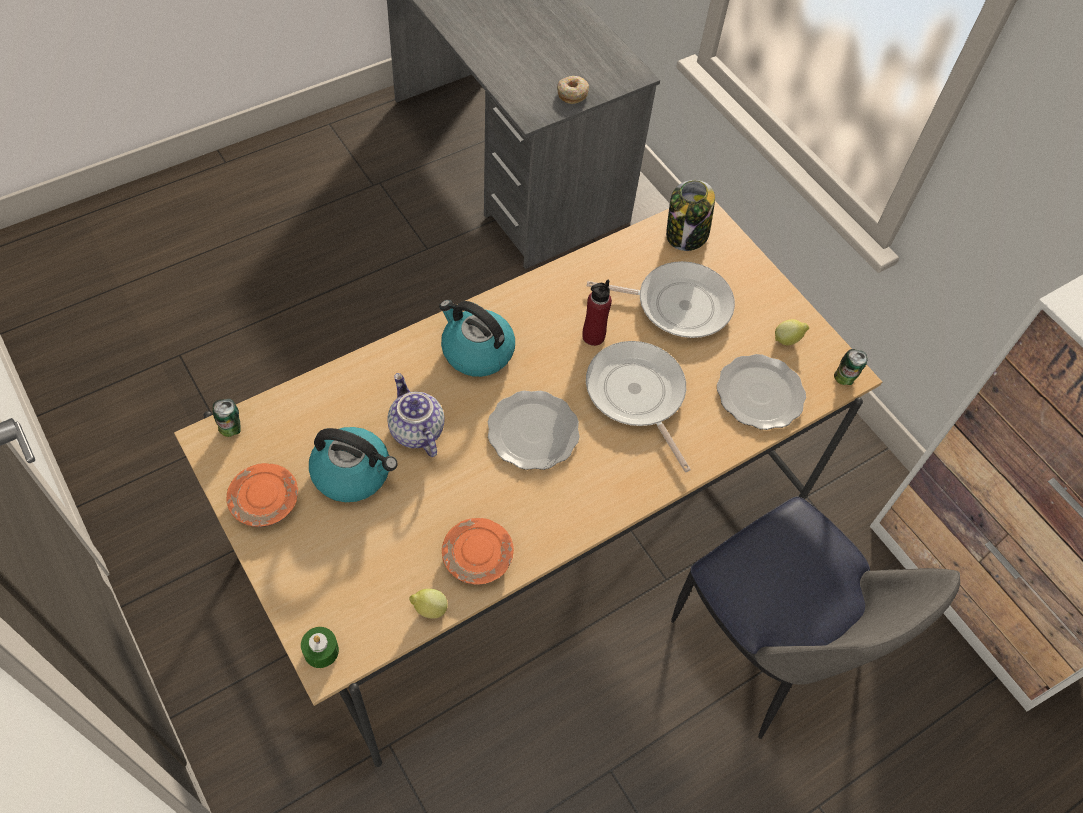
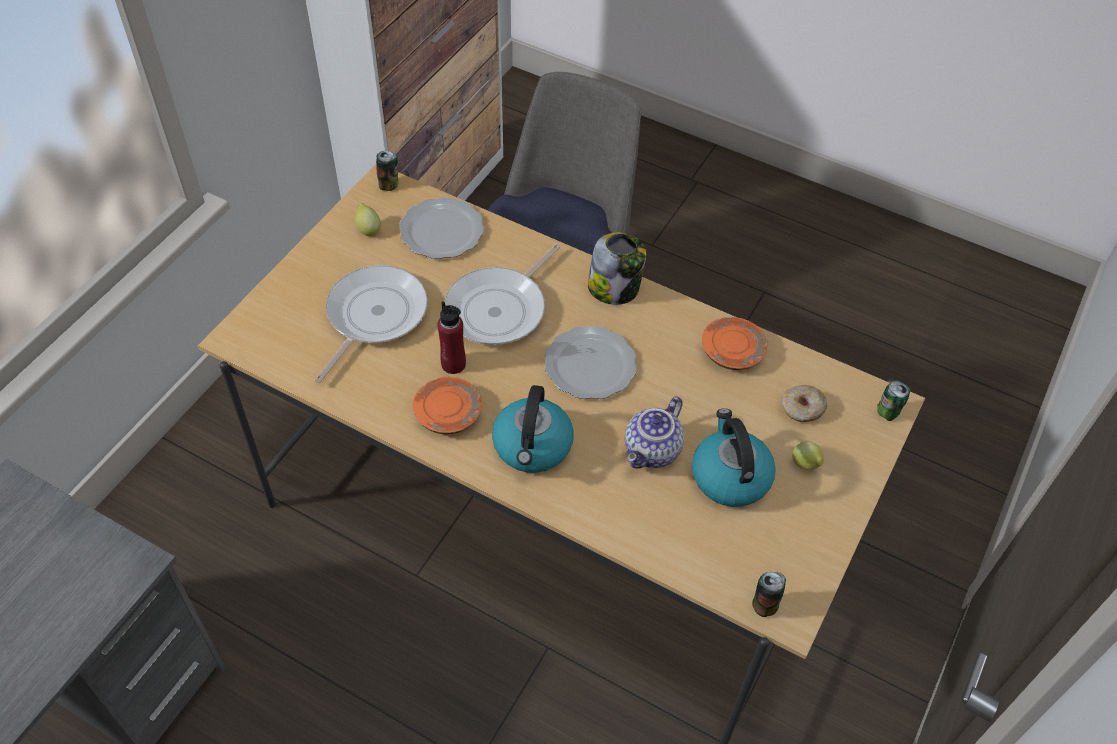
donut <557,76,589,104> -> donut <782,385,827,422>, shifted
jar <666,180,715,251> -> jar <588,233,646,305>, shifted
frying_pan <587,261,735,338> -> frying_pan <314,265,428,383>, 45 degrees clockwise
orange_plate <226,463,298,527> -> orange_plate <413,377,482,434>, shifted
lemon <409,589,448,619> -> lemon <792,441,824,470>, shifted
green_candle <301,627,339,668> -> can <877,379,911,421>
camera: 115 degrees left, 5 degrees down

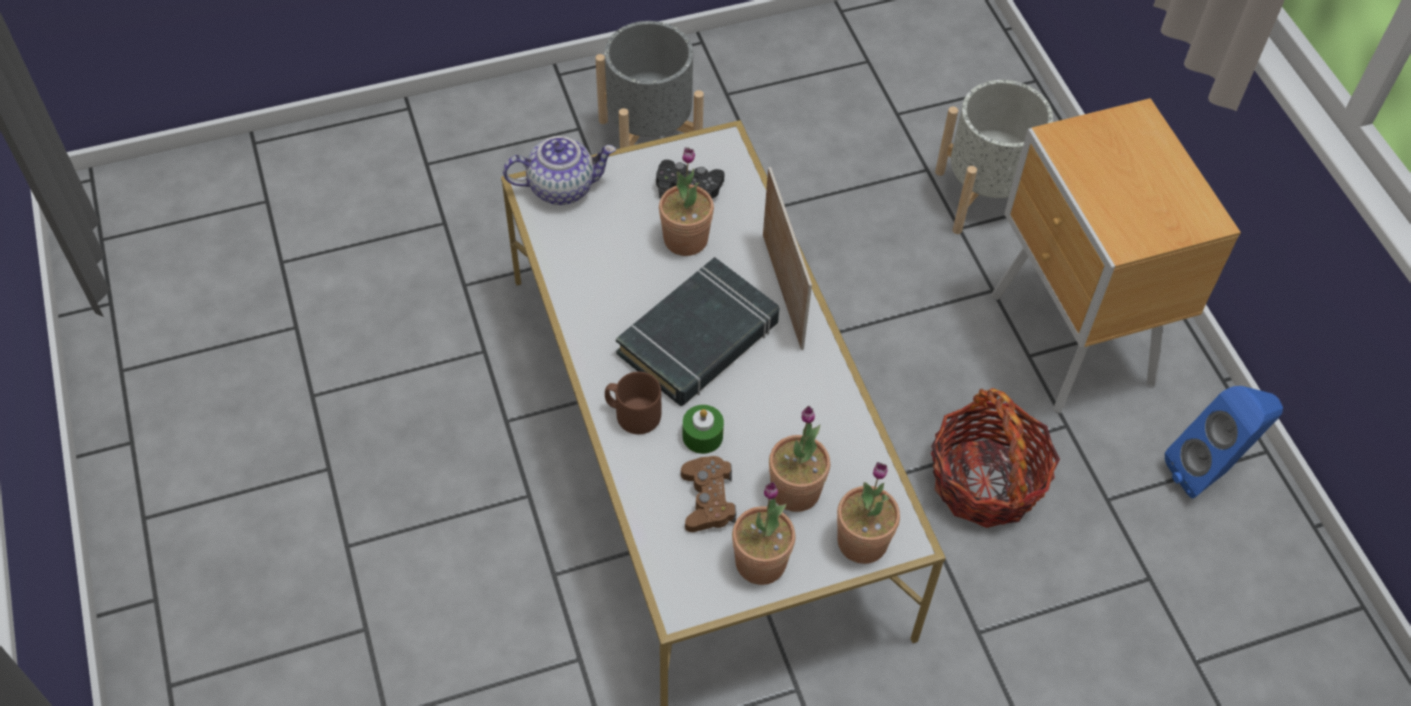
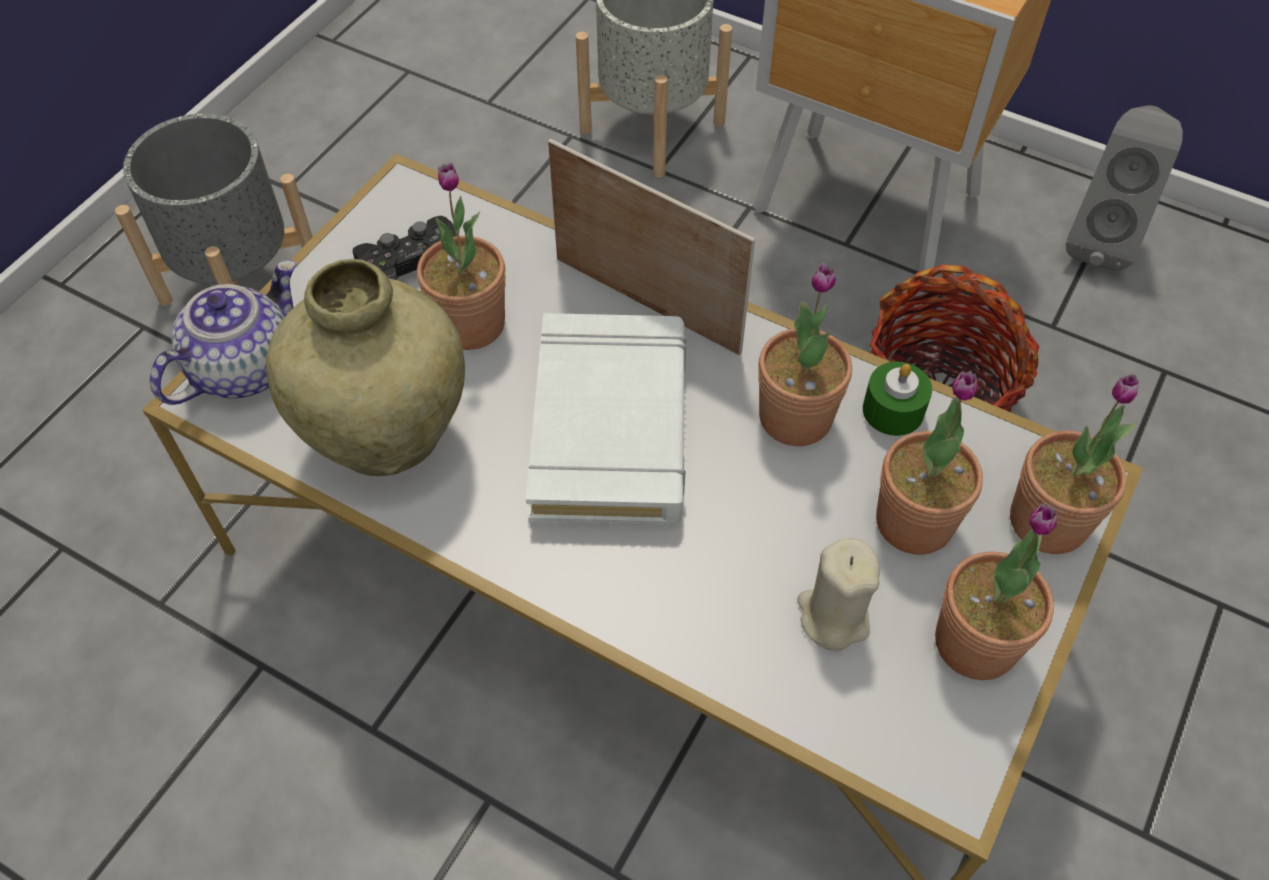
black_book <616,257,779,406> -> white_book <526,313,687,527>
brown_mug <605,372,661,434> -> none
blue_speaker <1165,386,1283,498> -> grey_speaker <1066,105,1183,271>
green_candle <682,405,724,454> -> green_candle <863,361,932,436>, shifted
brown_game_controller <681,456,736,532> -> beige_candle <797,538,880,651>
none -> beige_vase <266,259,465,476>
none -> potted_plant <758,262,852,446>
camera: 40 degrees left, 0 degrees up

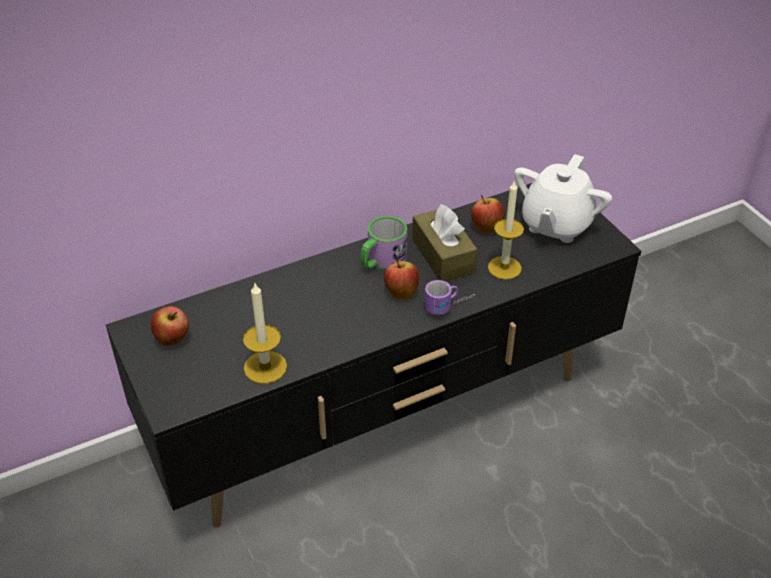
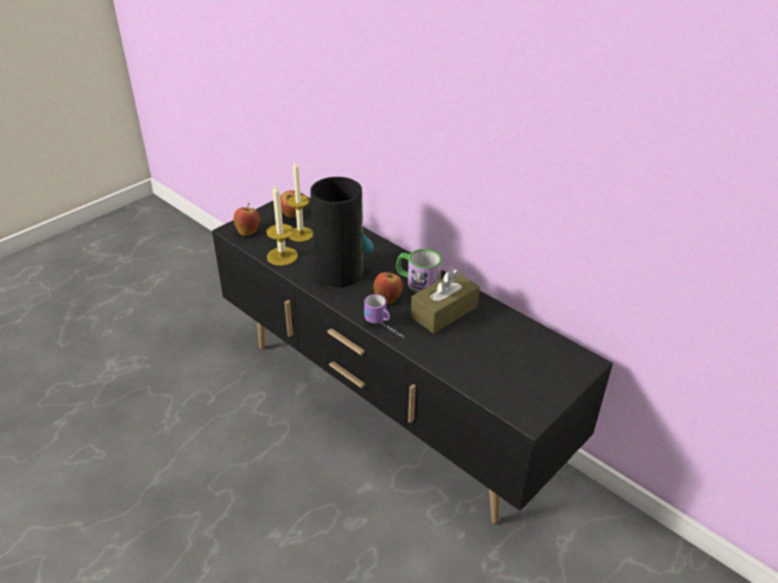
white_teapot <514,154,612,243> -> none
candle <488,180,524,280> -> candle <287,161,313,242>, shifted
apple <471,195,505,234> -> apple <233,203,260,236>, shifted
none -> vase <310,177,374,287>
camera: 70 degrees right, 5 degrees down

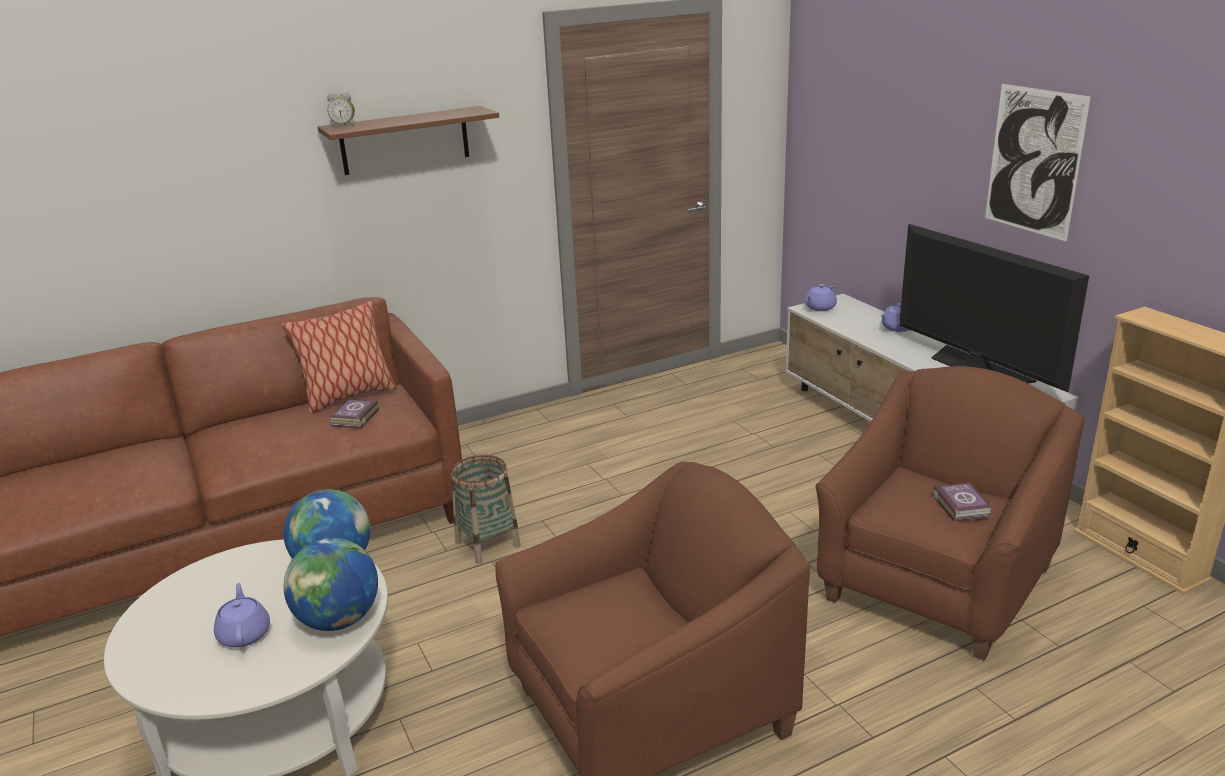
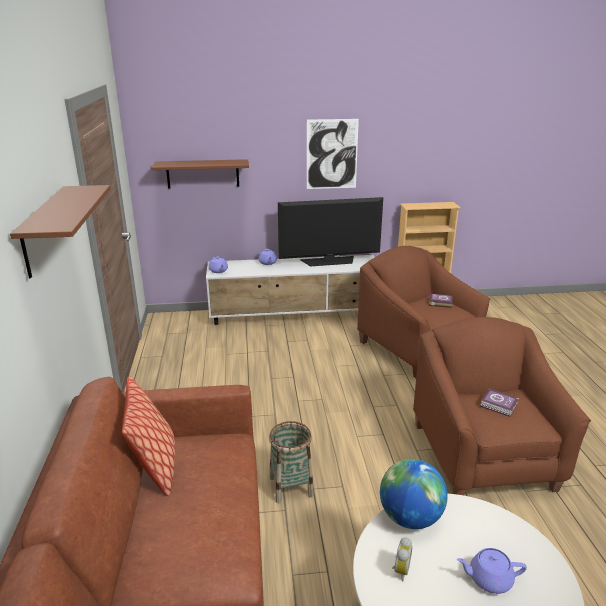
alarm_clock <327,93,355,127> -> alarm_clock <392,537,412,581>, shifted
book <329,400,379,428> -> book <480,388,519,417>, shifted
globe <284,538,378,631> -> none
none -> brown_shelf <151,159,249,189>
camera: 70 degrees left, 0 degrees up

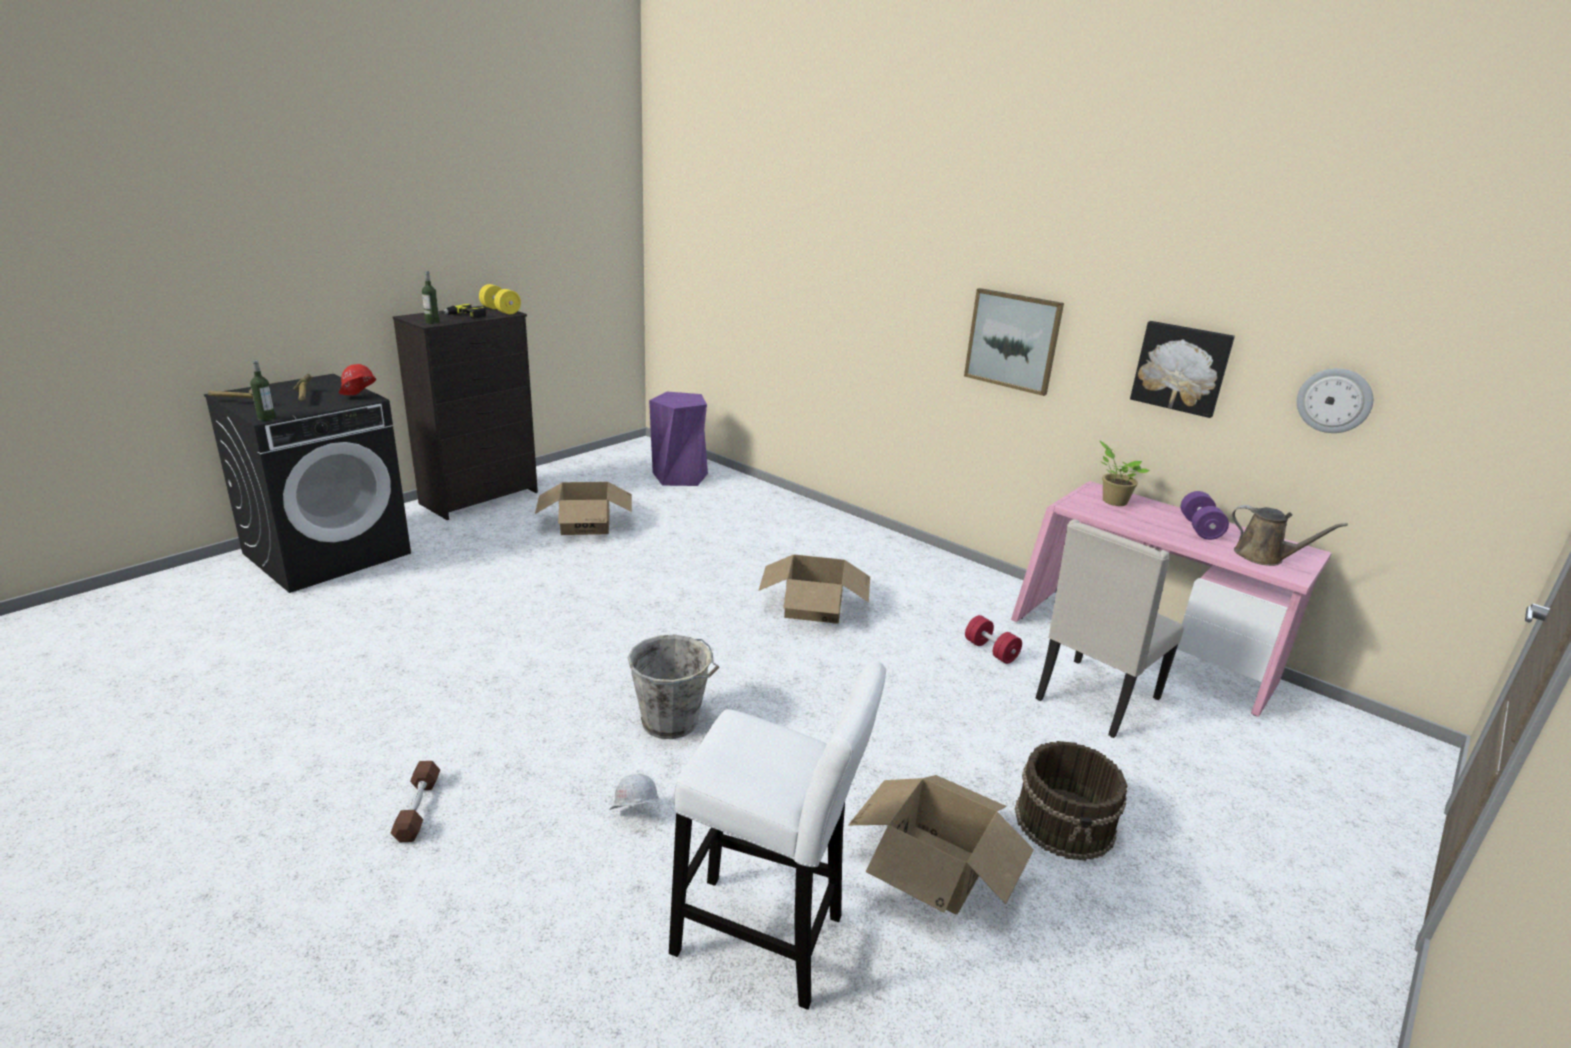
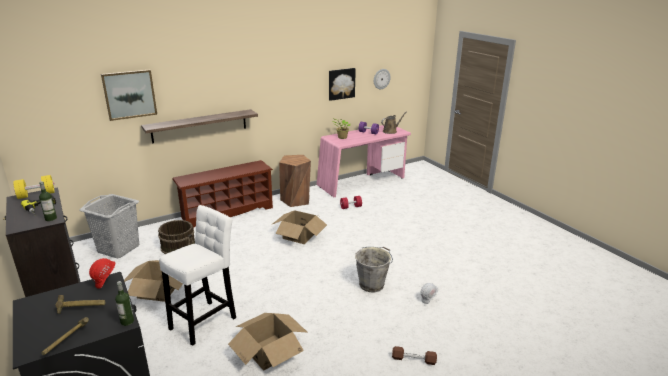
picture <964,288,1064,396> -> picture <101,70,157,121>, shifted
purple_stool <649,392,708,486> -> grey_laundry_basket <80,194,139,258>
beige_chair <1035,519,1184,738> -> none
white_stool <669,661,886,1010> -> white_stool <159,205,236,346>, shifted
brown_bucket <1015,741,1128,861> -> brown_bucket <158,220,195,254>, shifted
cardboard_box <848,775,1034,915> -> cardboard_box <228,313,308,370>, shifted
none -> shelf <141,109,258,144>
none -> brown_stool <279,155,311,207>
none -> brown_shoe_rack <172,160,273,228>
camera: 70 degrees left, 0 degrees up

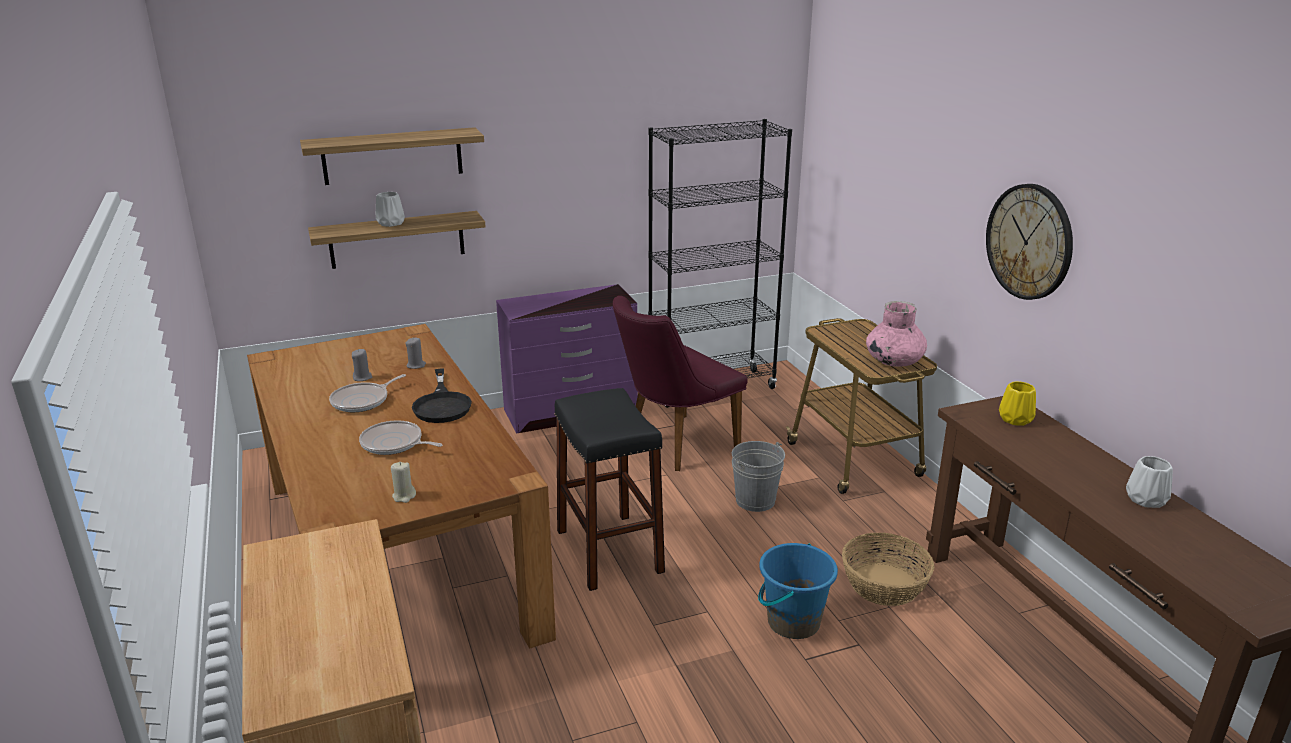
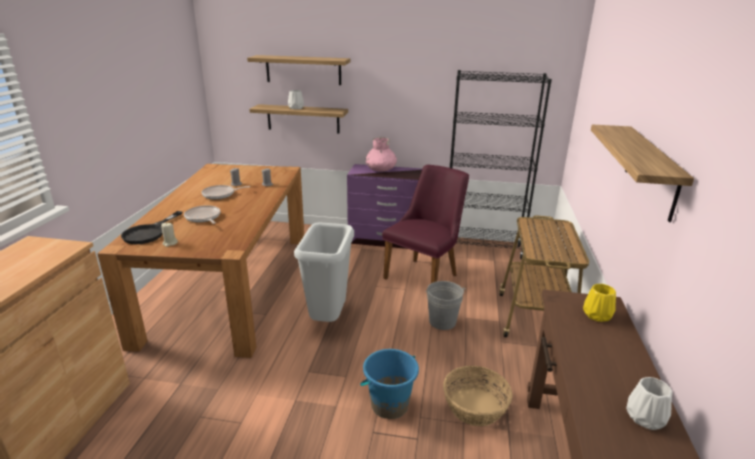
wall_clock <986,184,1073,300> -> shelf <591,125,694,222>
purple_chair <613,296,748,471> -> purple_chair <382,165,469,283>, 135 degrees clockwise
pink_vase <866,301,927,367> -> pink_vase <365,137,397,172>, shifted
black_frying_pan <412,368,472,423> -> black_frying_pan <121,211,182,244>, shifted
black_stool <554,388,665,591> -> grey_trash_can <294,222,354,322>
camera: 30 degrees right, 0 degrees up

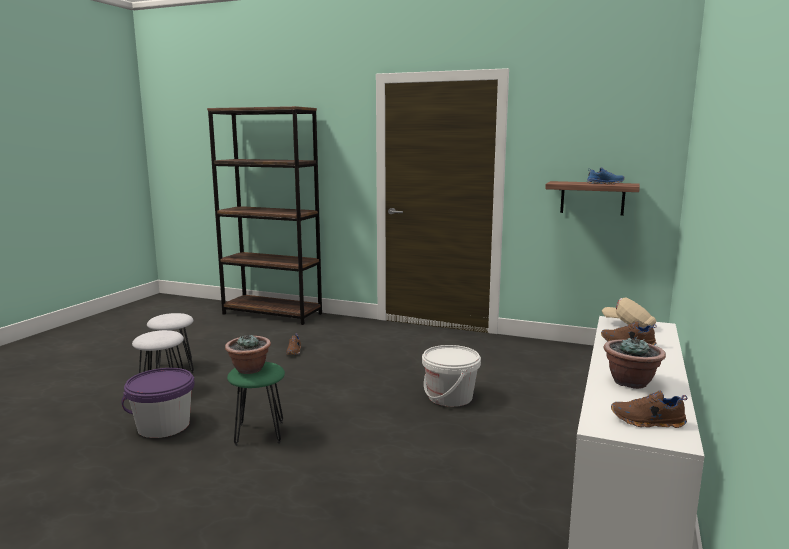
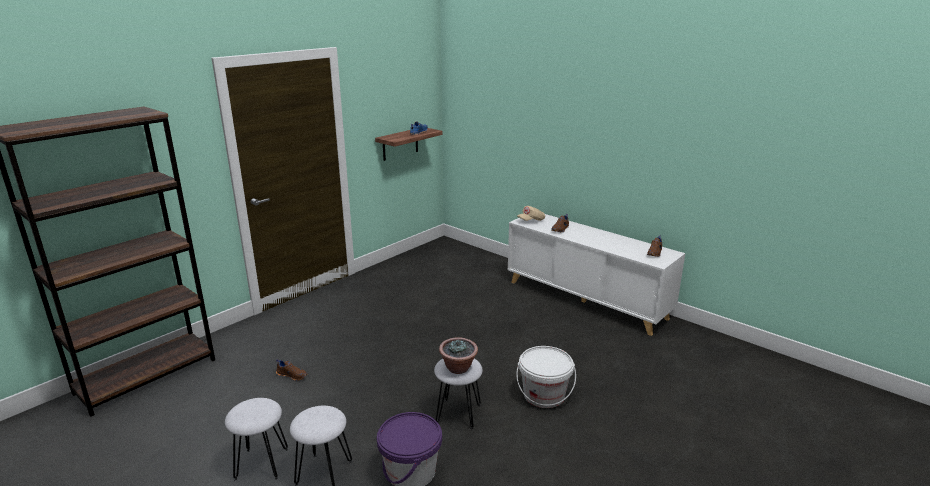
potted_plant <604,336,666,389> -> none
white_bucket <422,345,481,407> -> white_bucket <516,346,576,408>, shifted
green_stool <227,362,285,446> -> white_stool <434,359,483,429>
camera: 70 degrees left, 10 degrees up

